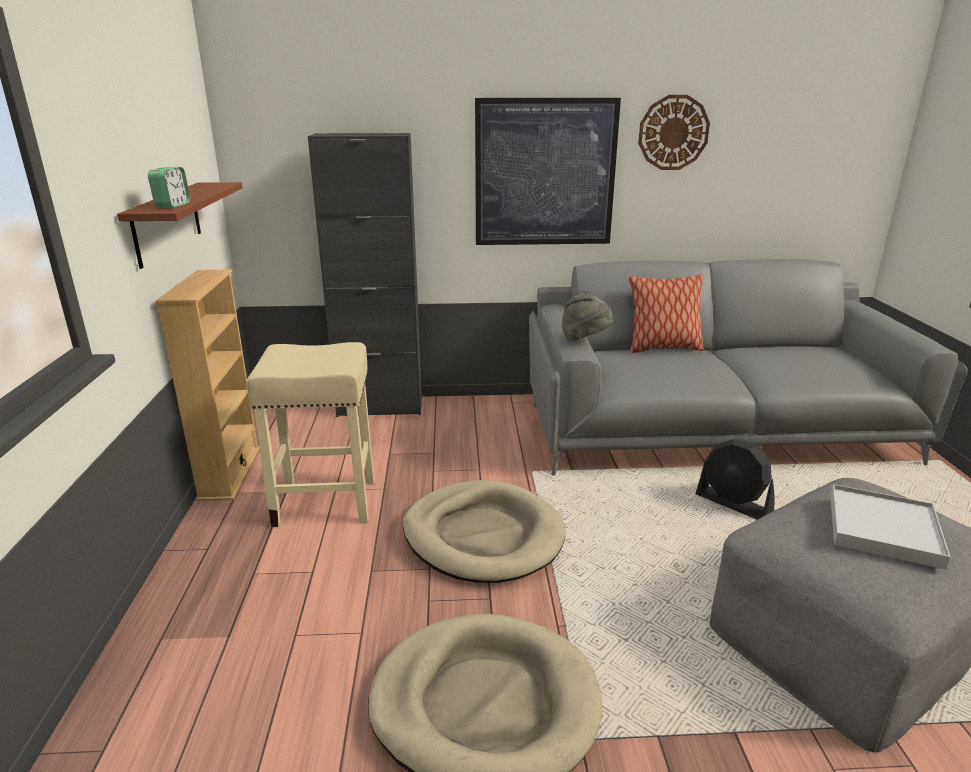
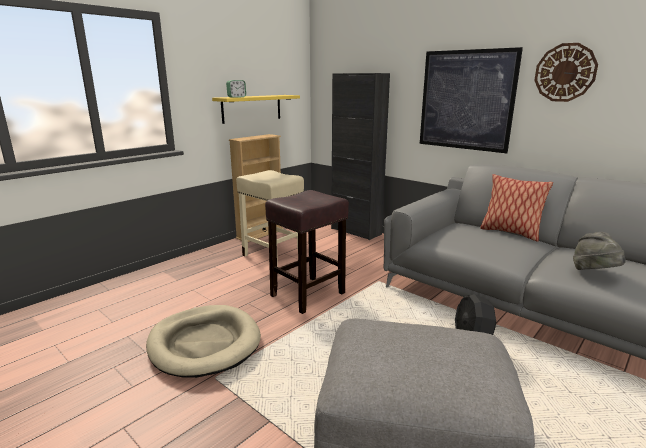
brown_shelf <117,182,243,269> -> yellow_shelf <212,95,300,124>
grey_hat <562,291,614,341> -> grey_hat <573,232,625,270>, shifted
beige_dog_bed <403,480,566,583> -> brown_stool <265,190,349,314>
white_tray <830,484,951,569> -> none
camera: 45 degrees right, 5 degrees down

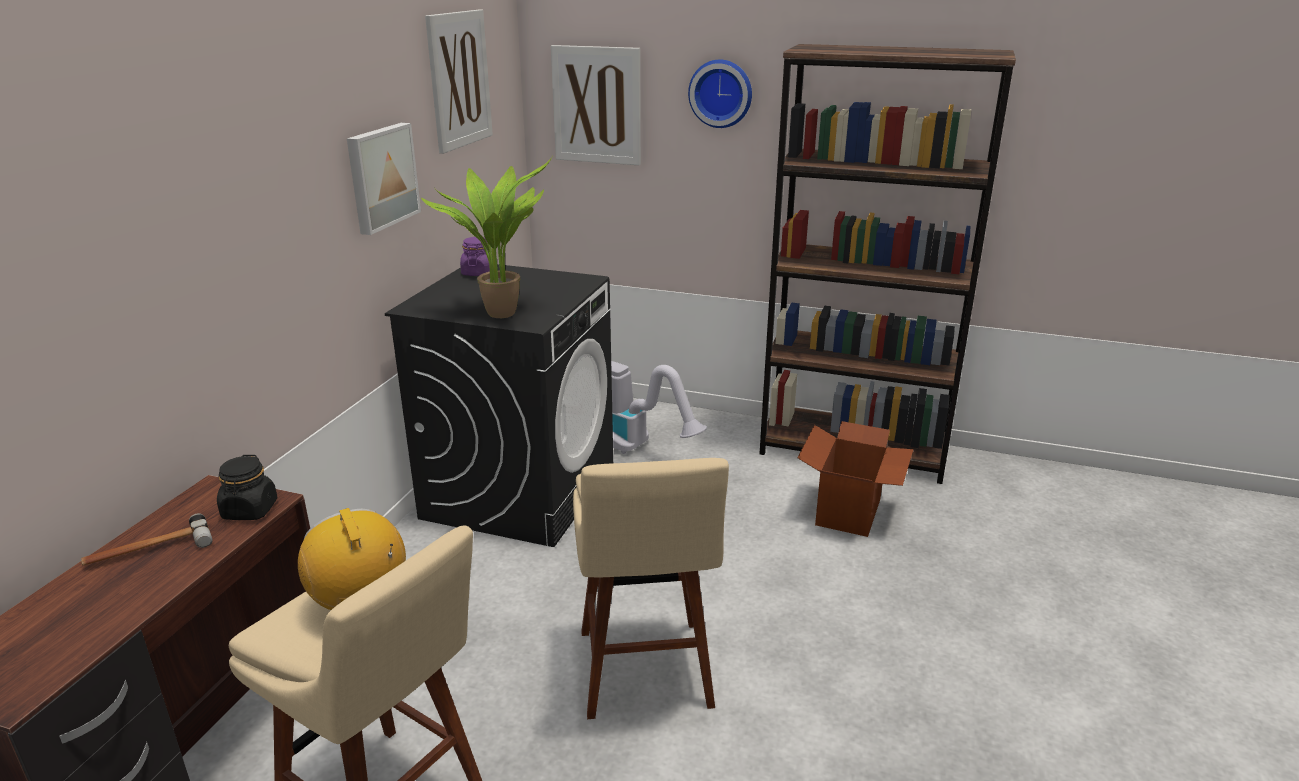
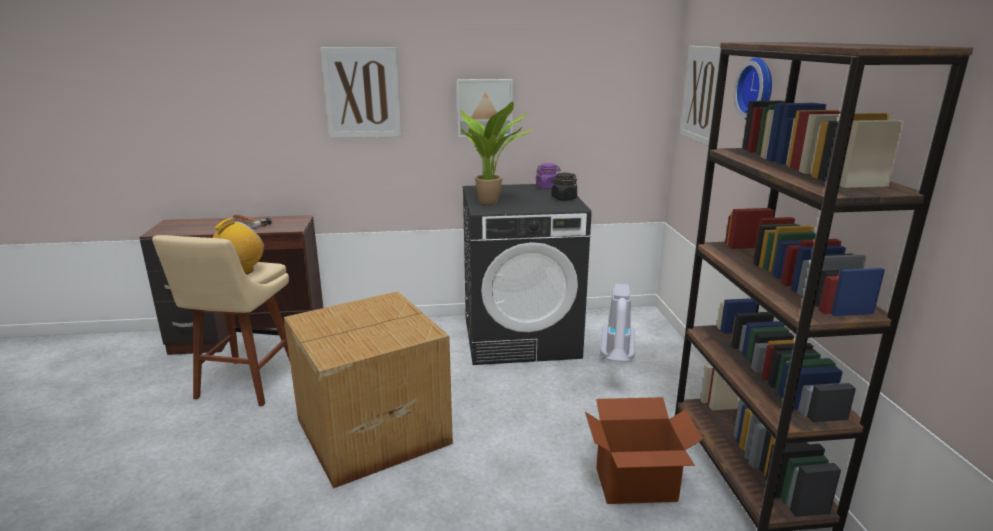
picture <425,9,493,154> -> picture <321,47,401,138>, shifted
black_jar <217,455,278,520> -> black_jar <551,173,577,200>, shifted
beige_stool <573,458,729,719> -> cardboard_box <284,291,453,489>
camera: 65 degrees right, 5 degrees down

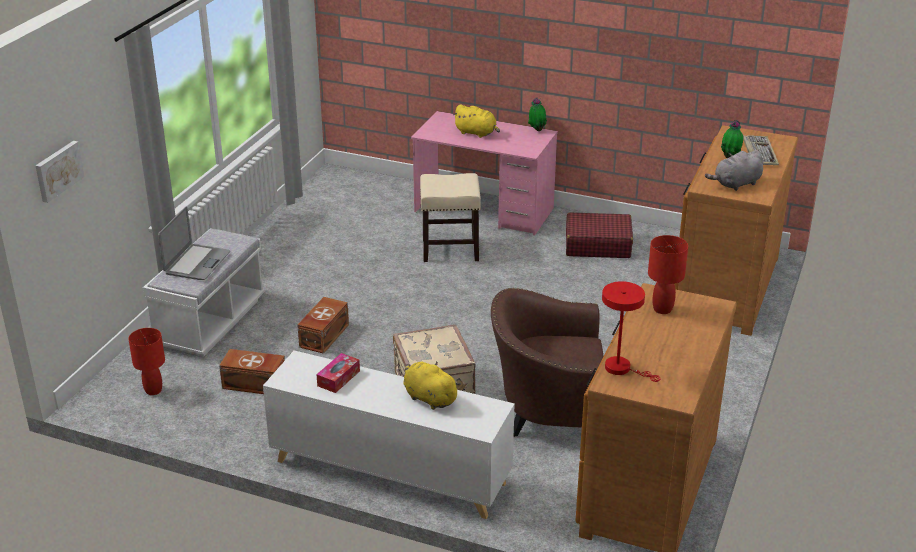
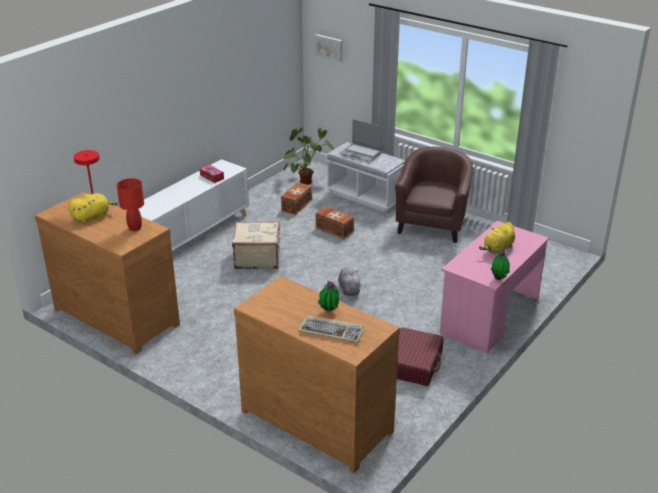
grey_plush_toy <705,150,763,191> -> grey_plush_toy <338,267,361,296>, shifted
beige_stool <420,173,481,262> -> none
brown_armchair <491,288,604,437> -> brown_armchair <395,146,473,243>, shifted
red_table_lamp <128,328,165,395> -> potted_plant <283,127,334,185>
yellow_plush_toy <403,361,461,410> -> yellow_plush_toy <68,193,118,223>, shifted
camera: 105 degrees right, 0 degrees up

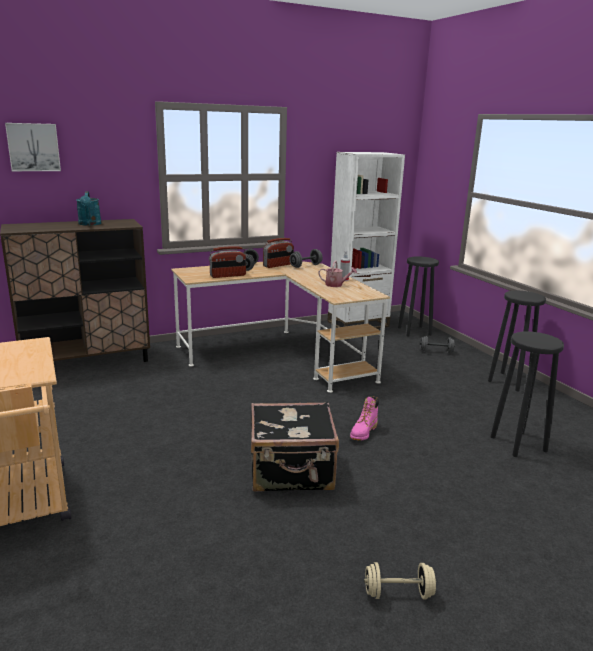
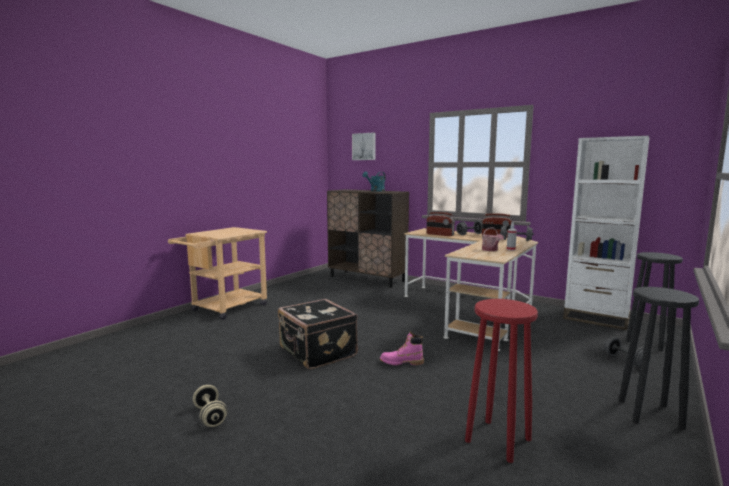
black_stool <491,331,564,457> -> red_stool <465,299,538,463>
camera: 60 degrees right, 10 degrees down

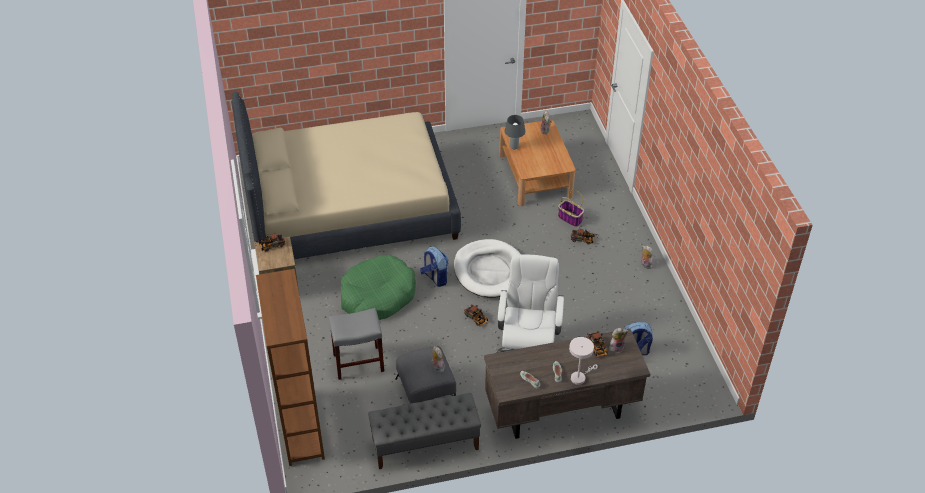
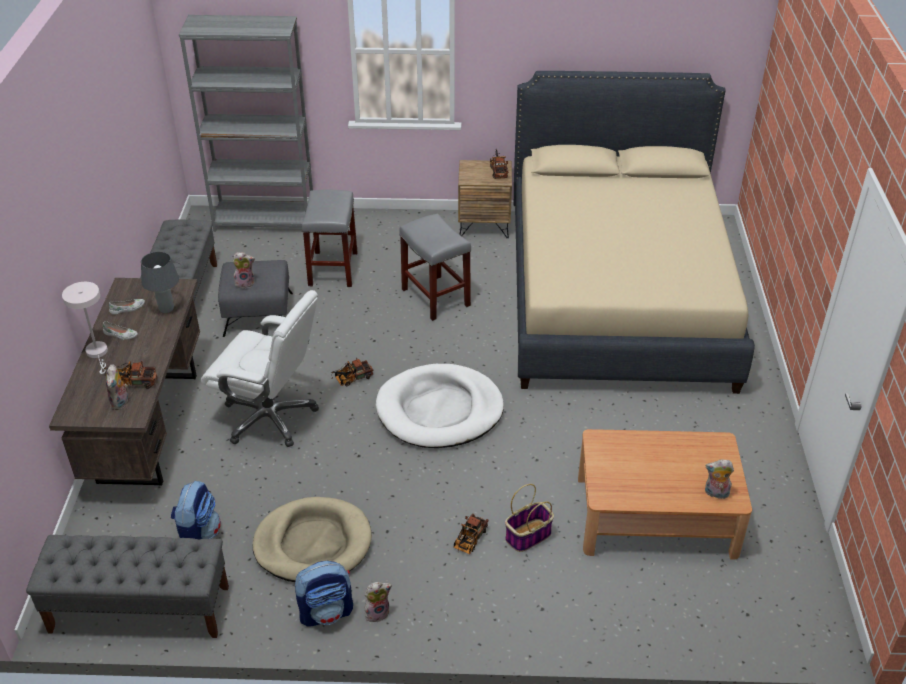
grey_table_lamp <505,115,525,149> -> grey_table_lamp <141,251,179,313>, shifted
backpack <420,246,449,287> -> backpack <295,561,353,627>, shifted
green_dog_bed <341,255,416,320> -> grey_stool <399,214,471,321>
brown_bookcase <256,269,325,466> -> grey_bookcase <179,15,313,231>
none -> beige_dog_bed <253,497,372,582>
none -> grey_bench <26,535,229,638>
camera: 105 degrees right, 5 degrees down

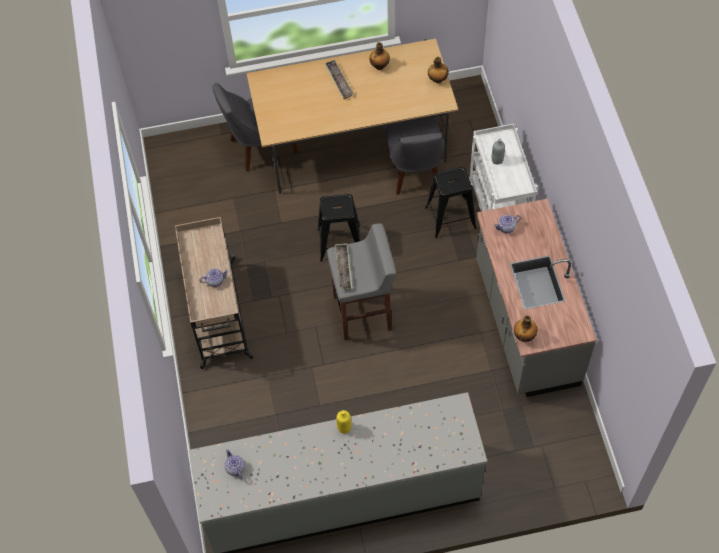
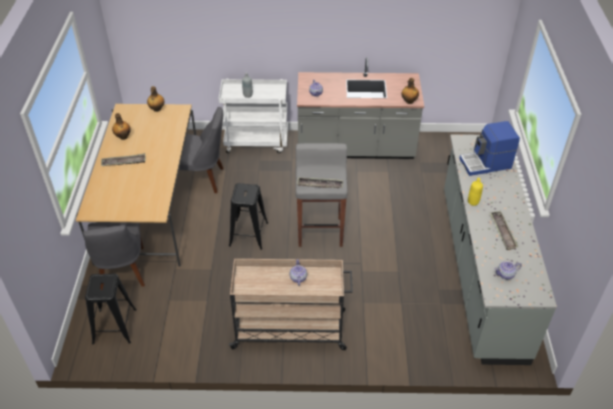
black_stool <425,167,476,238> -> black_stool <85,274,137,345>, shifted
none -> coffee_machine <459,121,520,176>
none -> tray <490,211,518,250>
camera: 80 degrees left, 15 degrees down

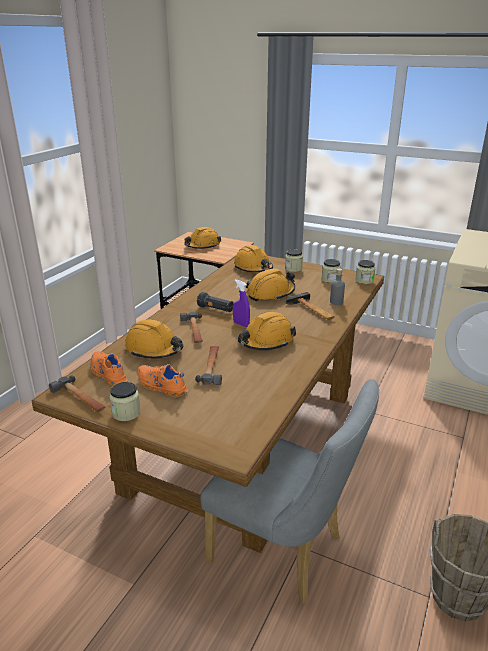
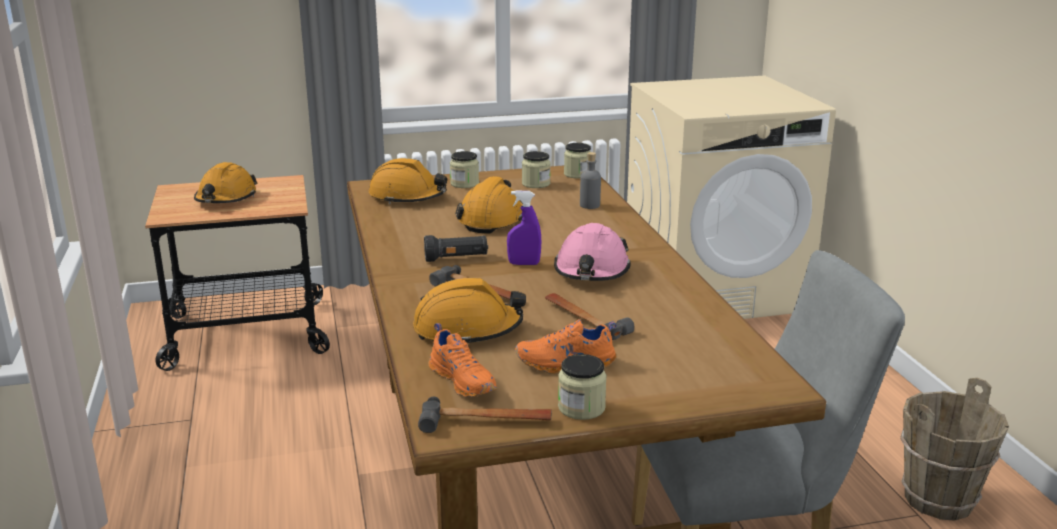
hammer <286,292,335,320> -> none
orange_hard_hat <238,312,296,350> -> pink_hard_hat <554,223,631,281>
orange_shoe <91,351,128,386> -> orange_shoe <429,323,497,398>, 135 degrees counterclockwise
camera: 40 degrees left, 5 degrees down

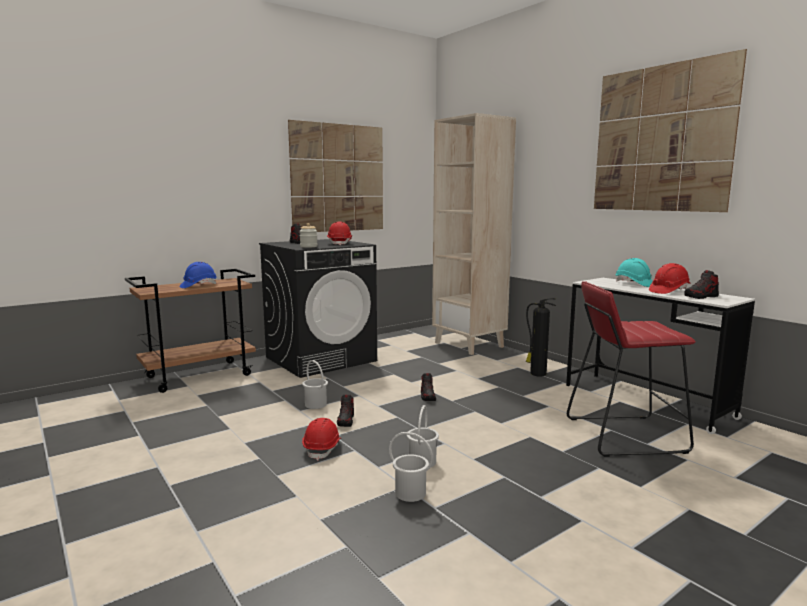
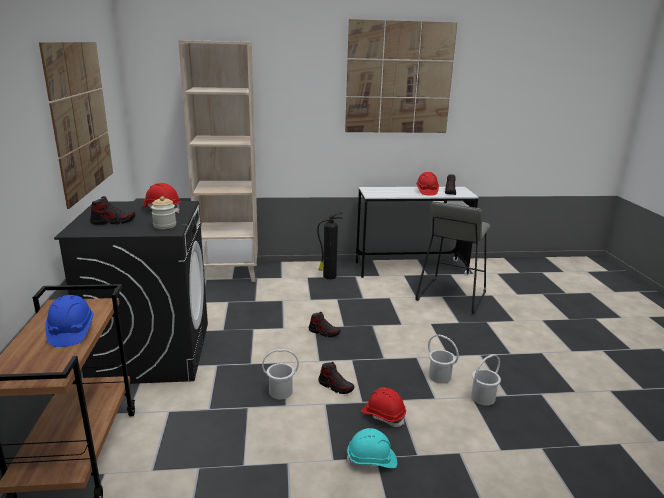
turquoise_hard_hat <615,258,653,287> -> turquoise_hard_hat <346,428,397,468>, shifted
red_stool <567,281,696,457> -> grey_stool <416,201,490,314>
camera: 60 degrees left, 10 degrees up

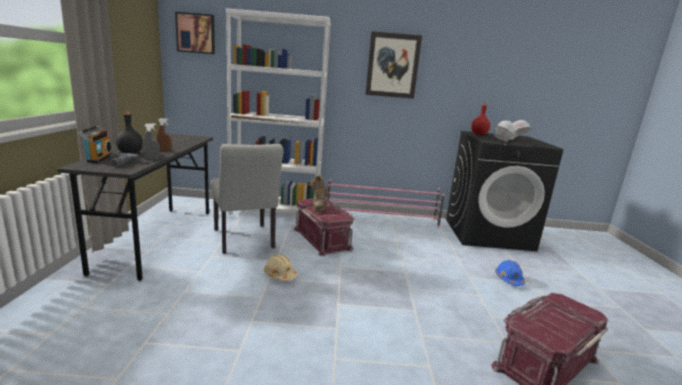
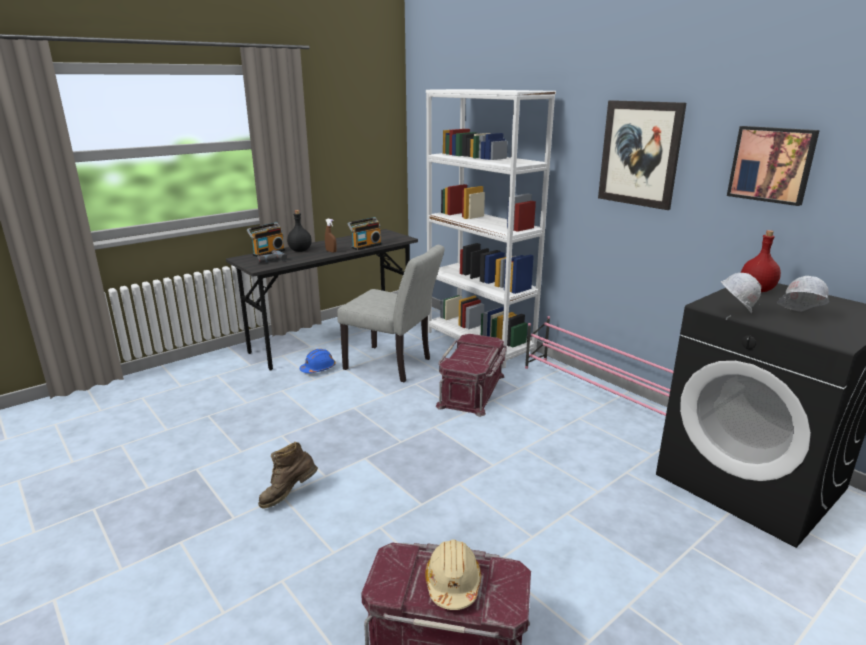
picture <175,12,215,54> -> picture <727,126,820,206>, shifted
grey_spray_bottle <143,123,160,160> -> none
grey_chair <211,144,283,254> -> grey_chair <337,245,445,382>, 90 degrees counterclockwise
brown_boot <309,175,329,212> -> brown_boot <258,442,318,509>, shifted
beige_hard_hat <264,254,297,281> -> beige_hard_hat <425,540,481,610>, shifted
blue_hard_hat <495,260,525,286> -> blue_hard_hat <300,349,336,373>, shifted
none -> radio <347,217,382,250>
camera: 50 degrees right, 5 degrees up

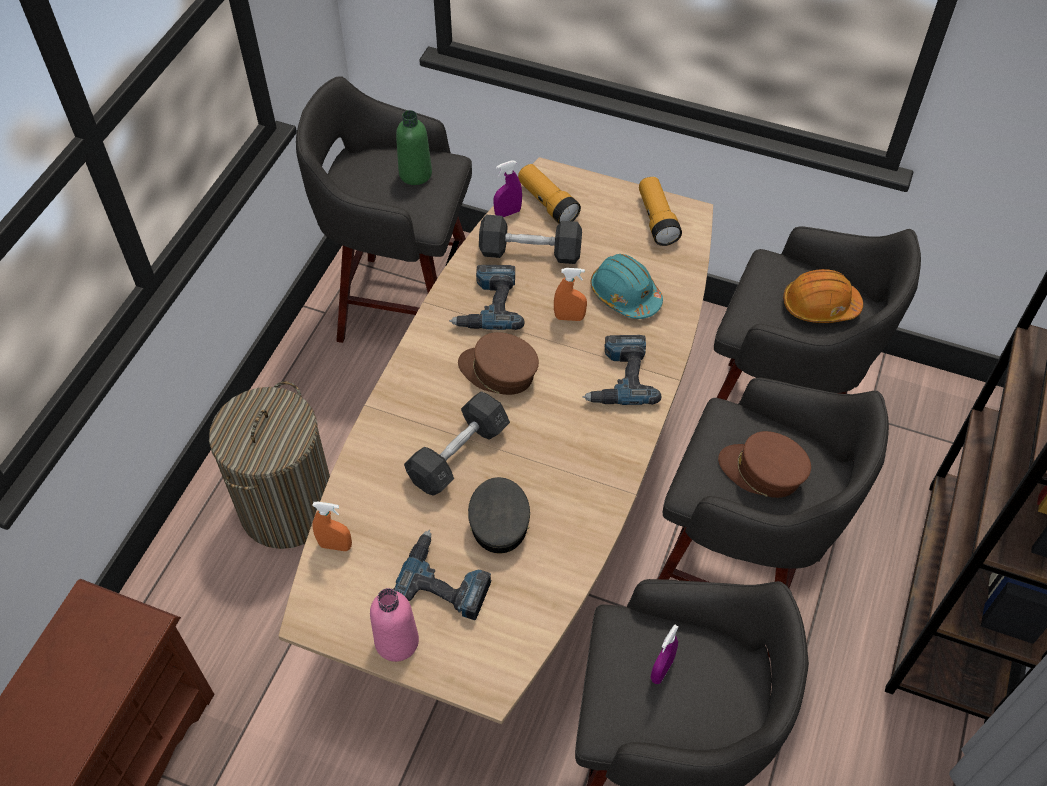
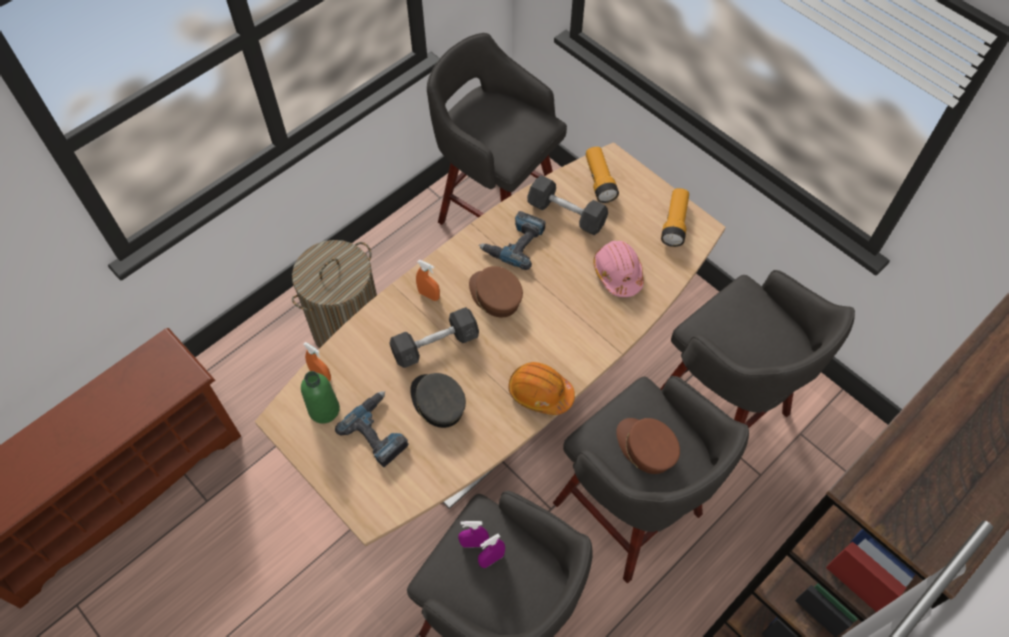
green_bottle <396,110,432,185> -> green_bottle <301,371,340,424>, shifted
purple_spray_bottle <494,160,522,217> -> purple_spray_bottle <458,521,489,548>, shifted
turquoise_hard_hat <590,254,663,319> -> pink_hard_hat <593,241,644,297>
orange_spray_bottle <554,268,587,321> -> orange_spray_bottle <416,260,440,301>, shifted
orange_hard_hat <783,269,863,323> -> orange_hard_hat <508,362,575,415>, shifted
power_drill <582,335,661,405> -> none
grey_cap <468,477,530,554> -> grey_cap <410,373,466,428>, 60 degrees counterclockwise
pink_bottle <370,588,419,662> -> none
camera: 25 degrees right, 5 degrees up

